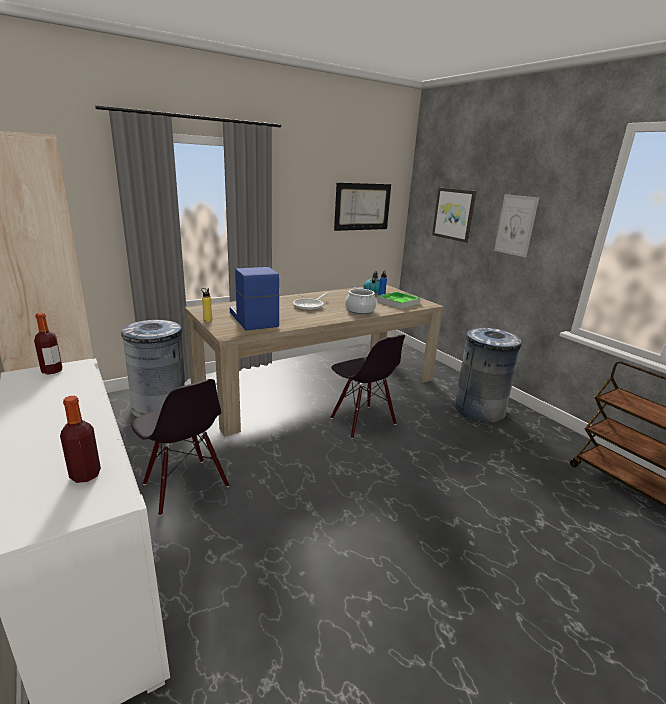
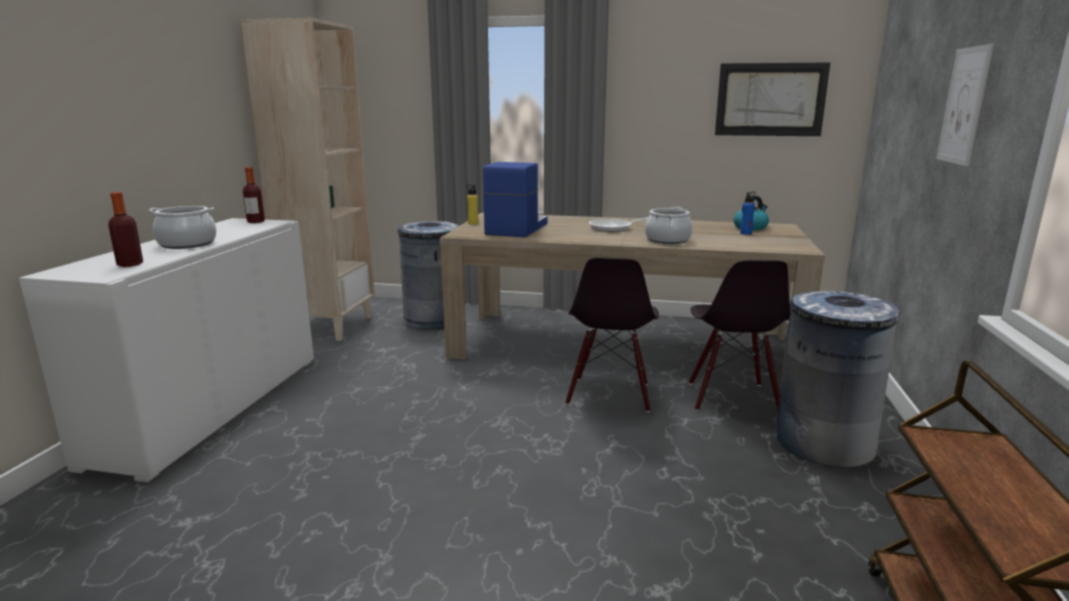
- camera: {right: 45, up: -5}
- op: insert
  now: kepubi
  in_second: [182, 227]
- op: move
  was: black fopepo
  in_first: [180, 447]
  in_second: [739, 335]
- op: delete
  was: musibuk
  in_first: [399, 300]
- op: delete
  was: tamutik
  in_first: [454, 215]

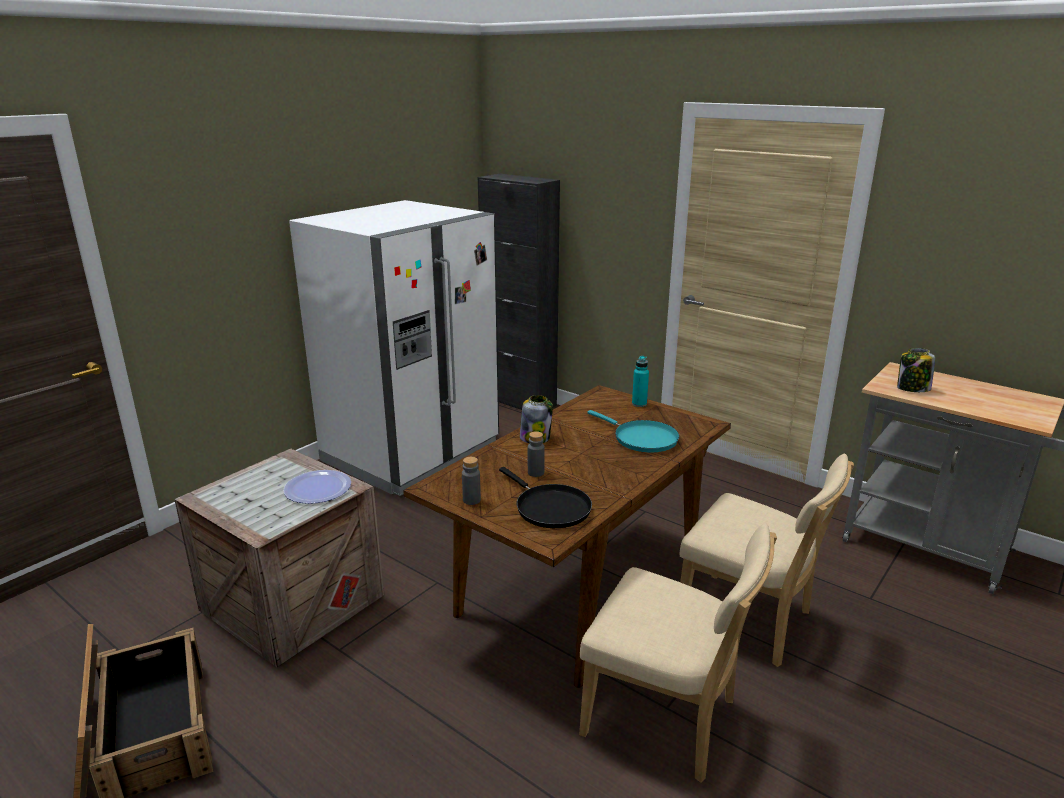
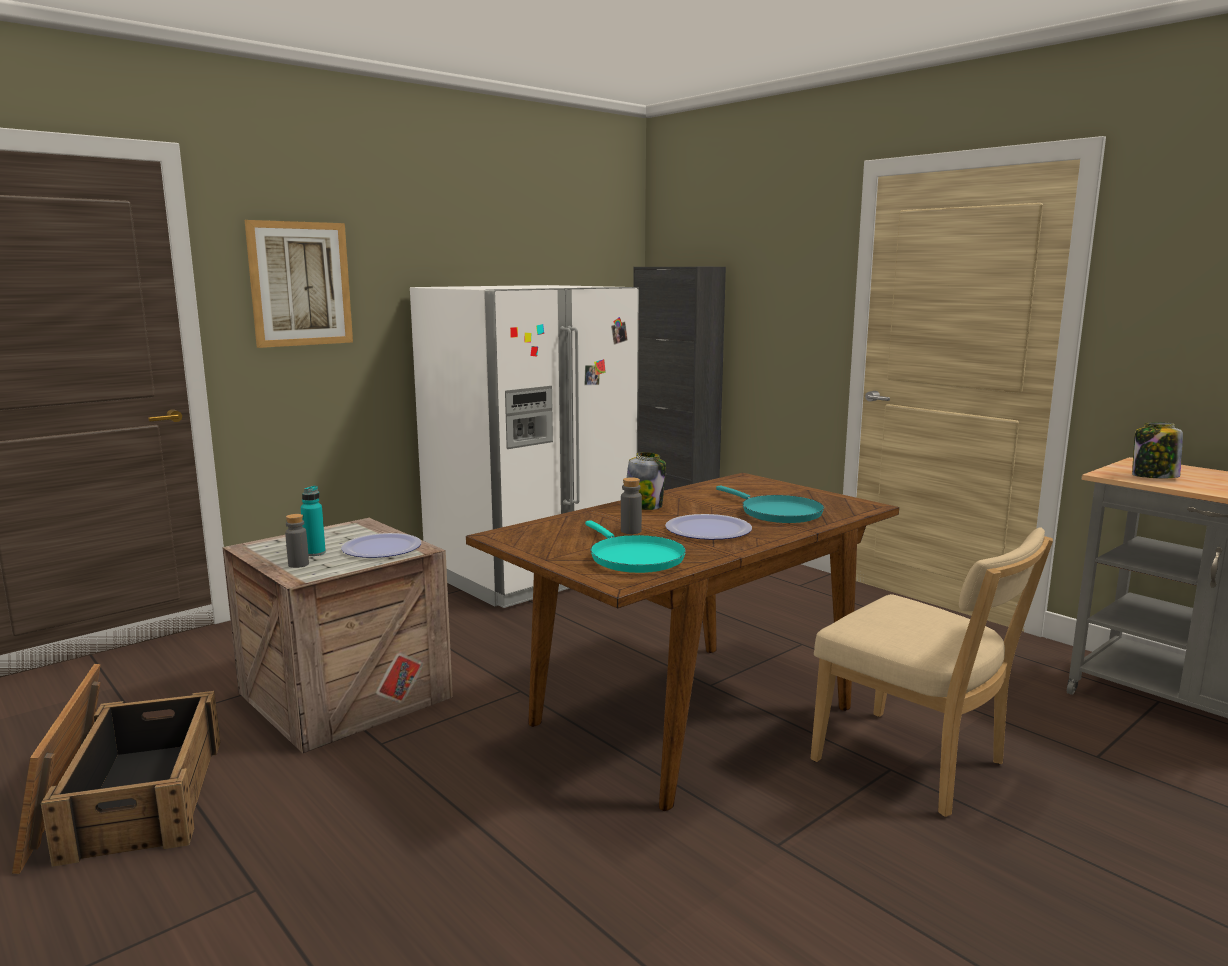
- camera: {right: 10, up: -10}
- op: insert
  now: tamutik
  in_second: [299, 284]
- op: move
  was: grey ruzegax
  in_first: [471, 481]
  in_second: [297, 541]
- op: move
  was: turquoise ruzegax
  in_first: [640, 381]
  in_second: [313, 521]
- op: recolor
  was: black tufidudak
  now: turquoise tufidudak
  in_first: [545, 497]
  in_second: [635, 546]
- op: insert
  now: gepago
  in_second: [708, 527]
- op: delete
  was: beige fopepo
  in_first: [678, 653]

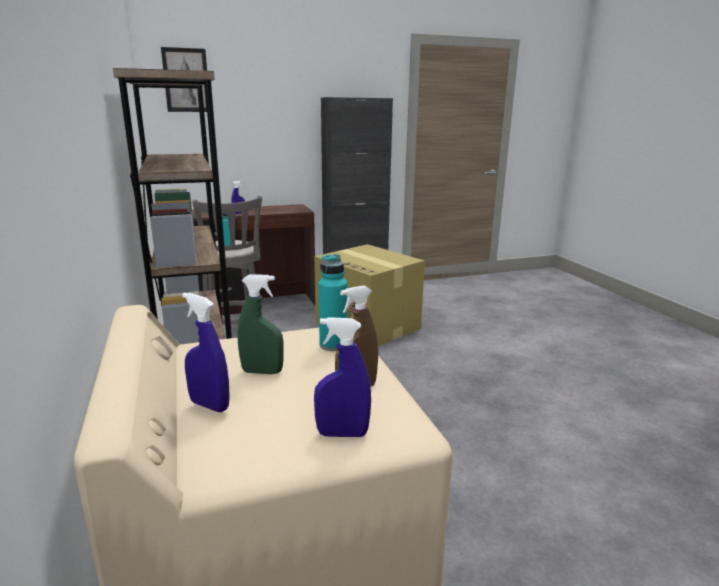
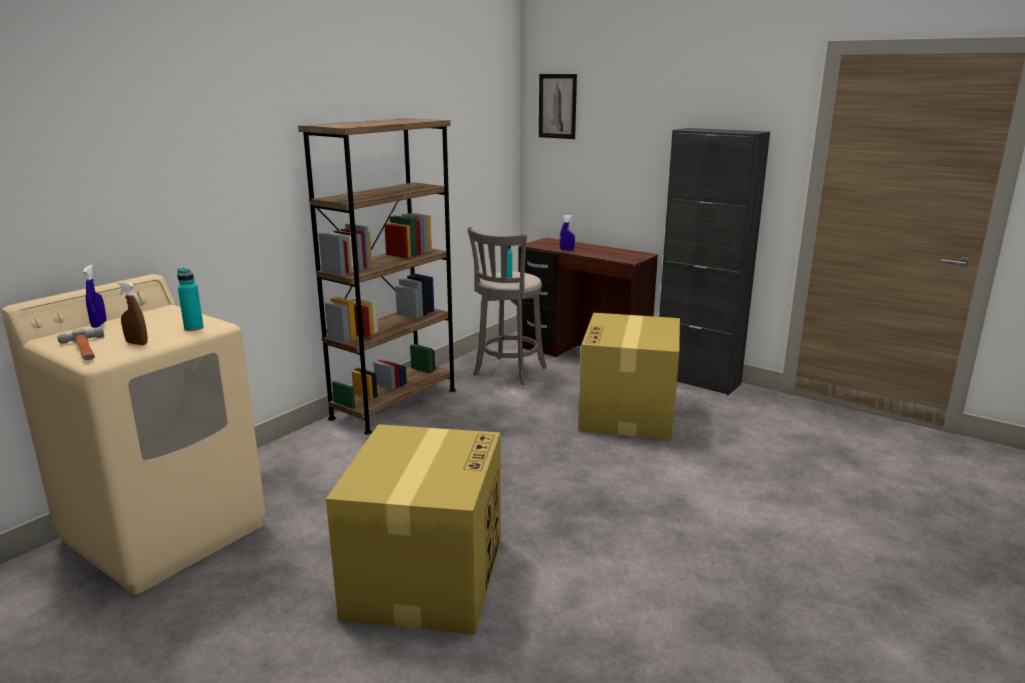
- camera: {right: 55, up: 0}
- op: replace
  was: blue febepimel
  now: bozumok
  in_first: [342, 377]
  in_second: [81, 343]
- op: insert
  now: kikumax
  in_second: [413, 529]
- op: delete
  was: green febepimel
  in_first: [261, 324]

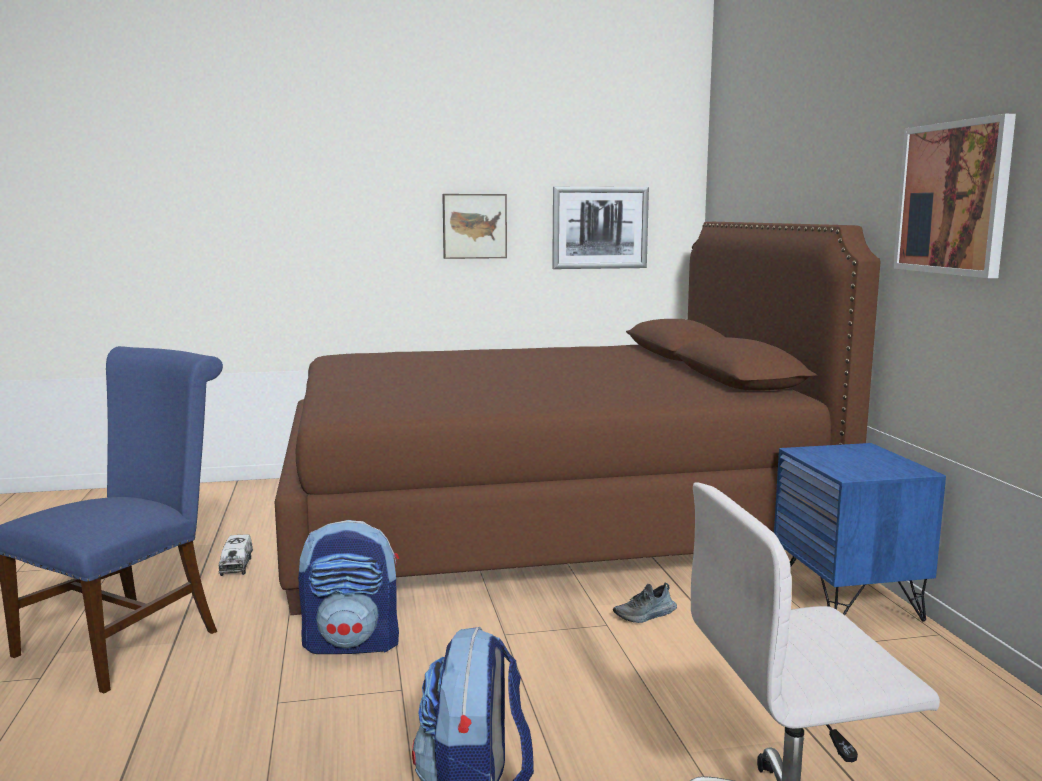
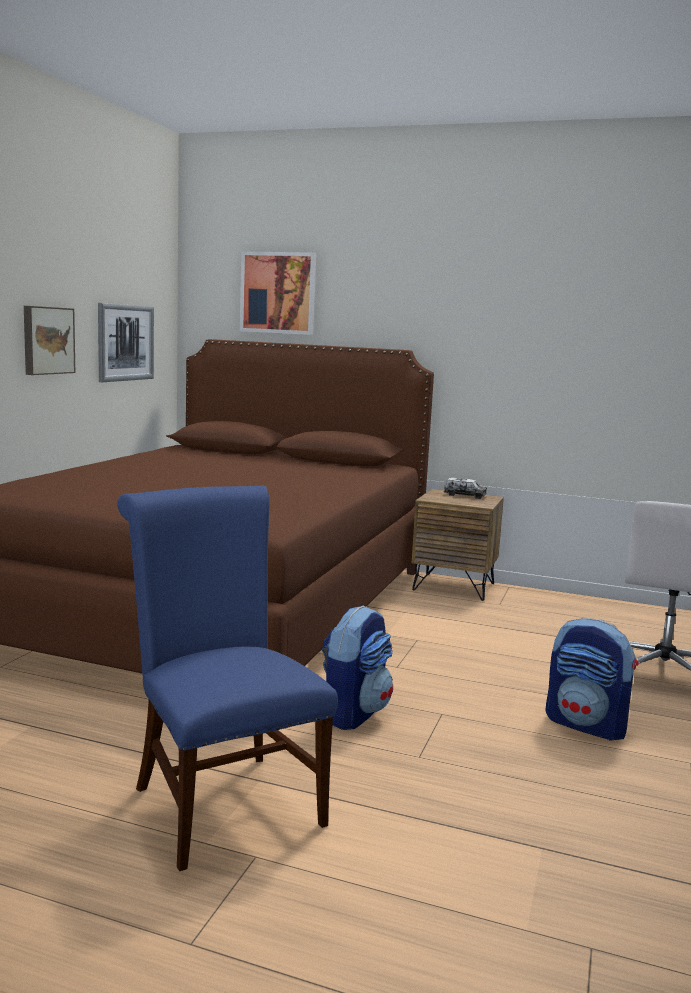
- camera: {right: -60, up: 0}
- op: move
  was: tamutik
  in_first: [954, 196]
  in_second: [278, 293]
- op: recolor
  was: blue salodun
  now: brown salodun
  in_first: [860, 532]
  in_second: [458, 545]
- op: move
  was: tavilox
  in_first: [235, 555]
  in_second: [465, 488]
- op: delete
  was: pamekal
  in_first: [645, 602]

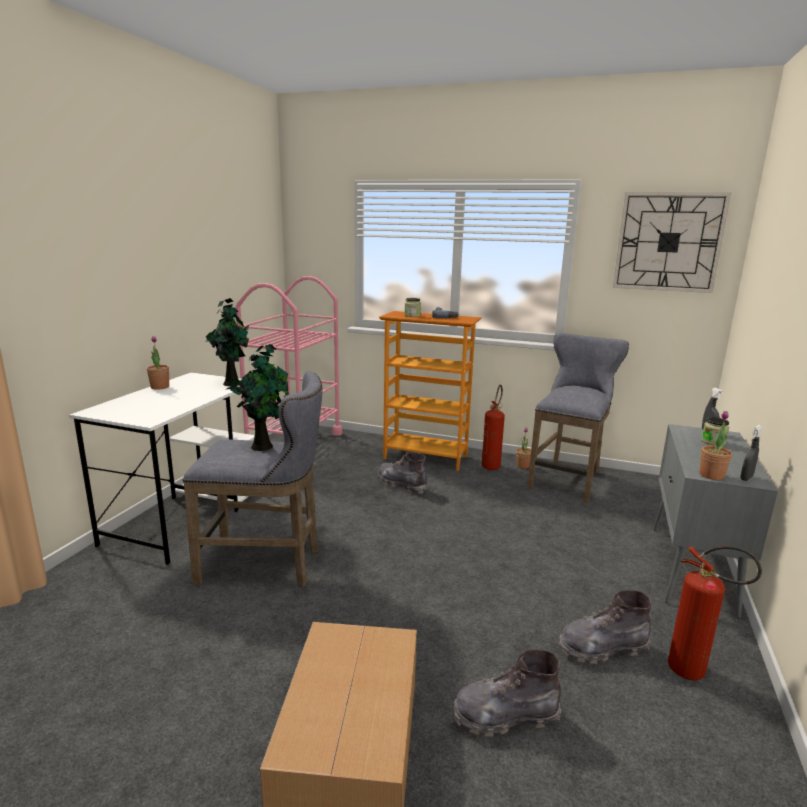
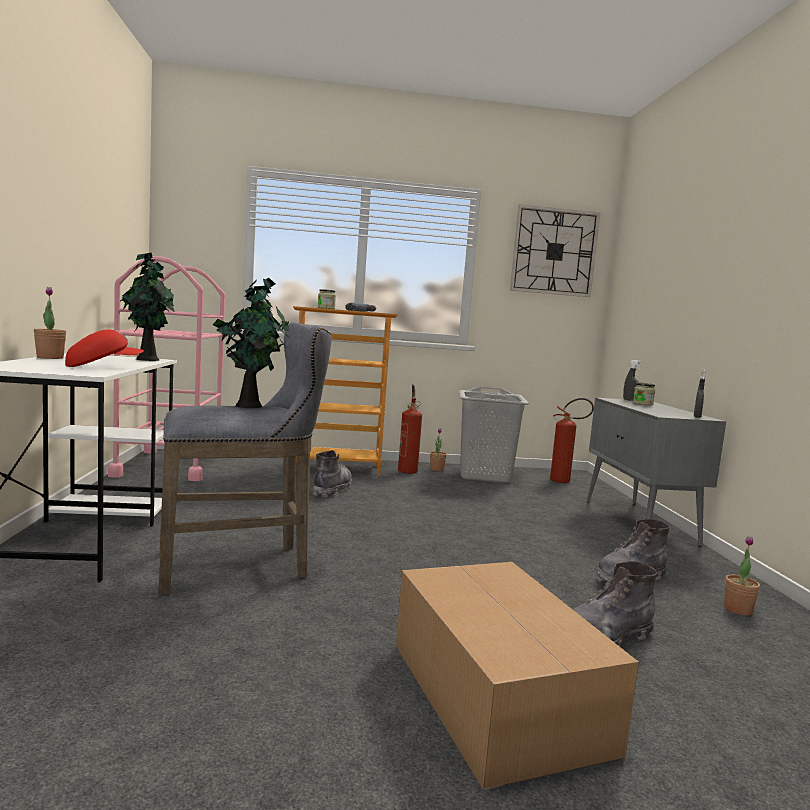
- camera: {right: -25, up: -10}
- op: insert
  now: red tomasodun
  in_second: [104, 348]
- op: rotate
  was: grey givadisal
  in_first: [403, 473]
  in_second: [332, 473]
  clockwise: 90
- op: replace
  was: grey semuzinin
  now: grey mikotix
  in_first: [578, 418]
  in_second: [494, 435]
- op: move
  was: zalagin
  in_first: [715, 613]
  in_second: [572, 440]
- op: move
  was: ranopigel
  in_first: [716, 445]
  in_second: [742, 575]

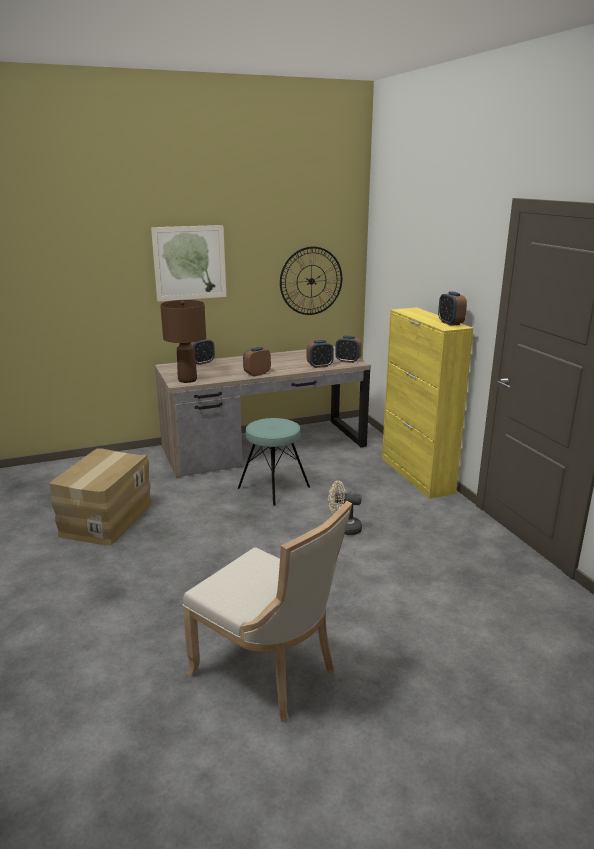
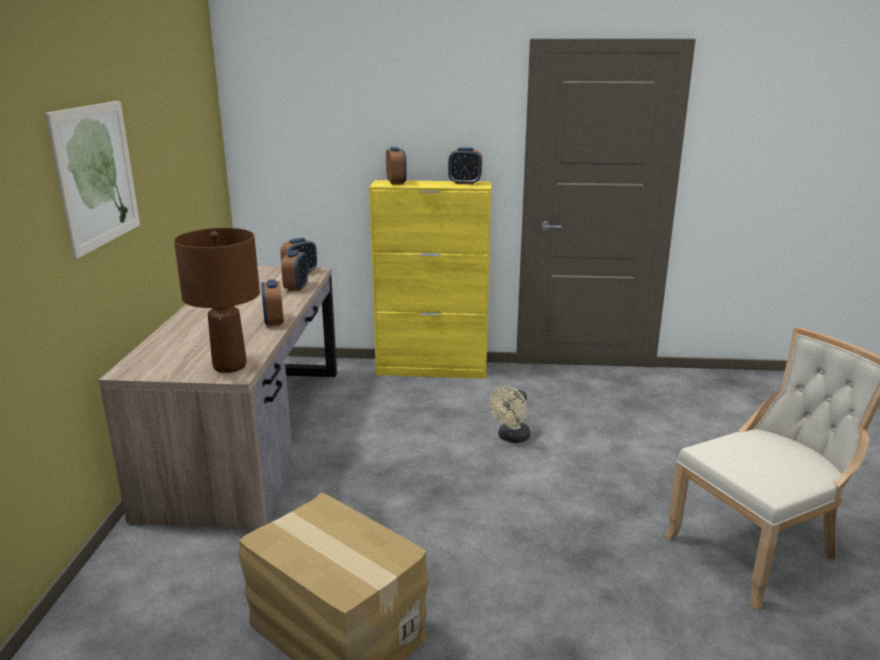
- camera: {right: -65, up: 0}
- op: move
  was: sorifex
  in_first: [203, 351]
  in_second: [396, 166]
- op: delete
  was: turquoise semuzinin
  in_first: [273, 462]
- op: delete
  was: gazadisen
  in_first: [311, 281]

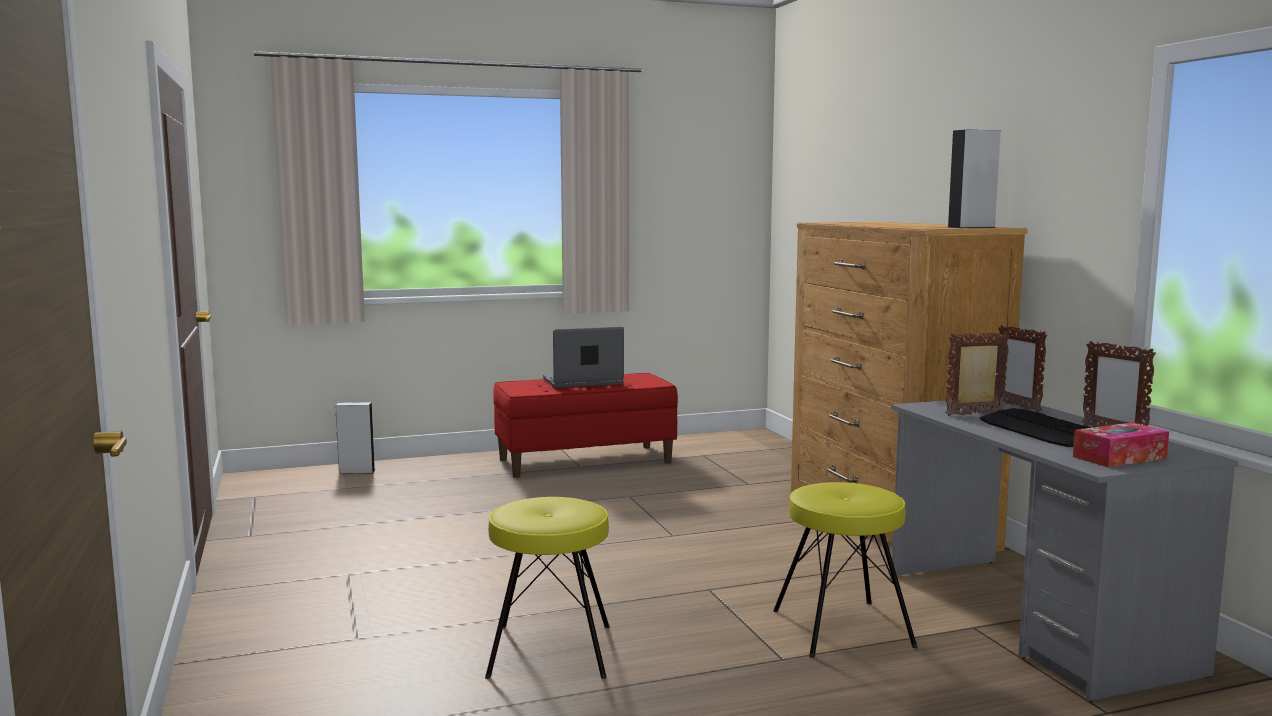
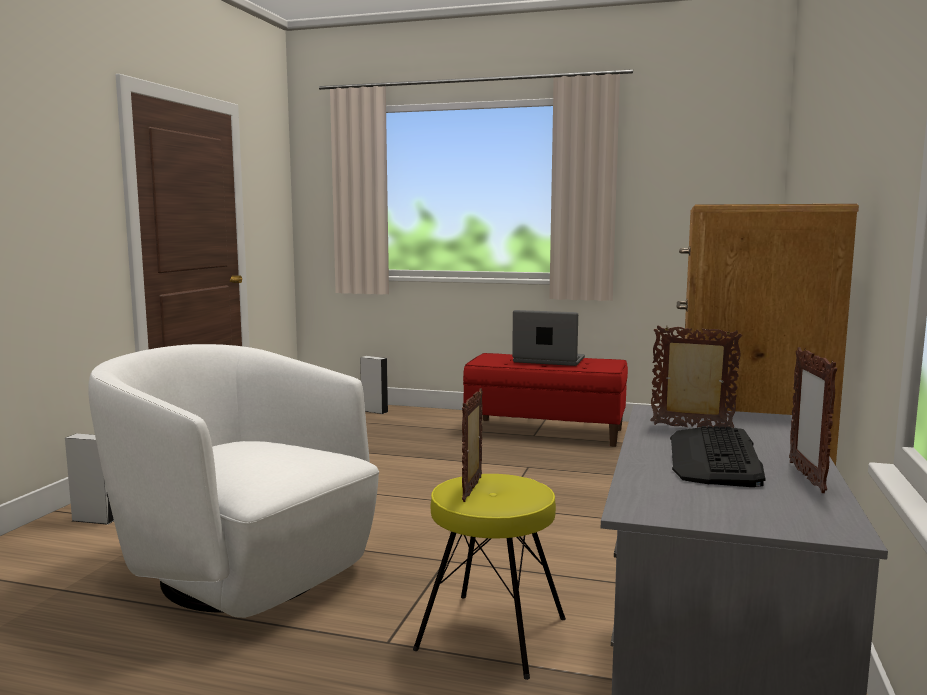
- camera: {right: 35, up: 0}
- op: move
  was: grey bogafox
  in_first: [974, 178]
  in_second: [89, 479]
- op: replace
  was: yellow semuzinin
  now: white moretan
  in_first: [547, 588]
  in_second: [233, 481]
- op: move
  was: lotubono
  in_first: [1022, 368]
  in_second: [472, 445]
- op: delete
  was: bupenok
  in_first: [1121, 444]

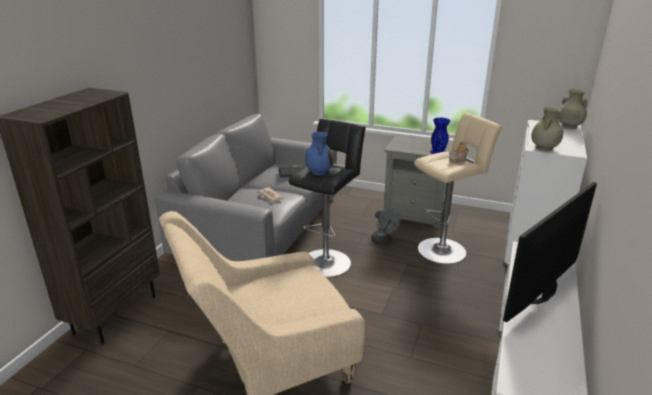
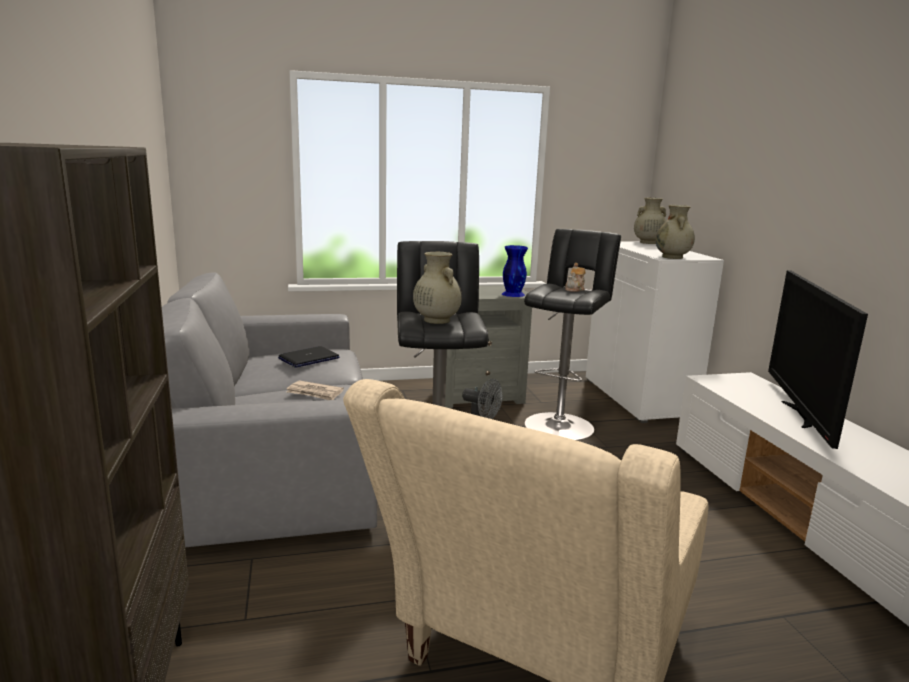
- camera: {right: -35, up: -10}
- op: recolor
  was: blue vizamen
  now: beige vizamen
  in_first: [319, 153]
  in_second: [437, 288]
- op: recolor
  was: beige semuzinin
  now: black semuzinin
  in_first: [458, 188]
  in_second: [572, 335]

